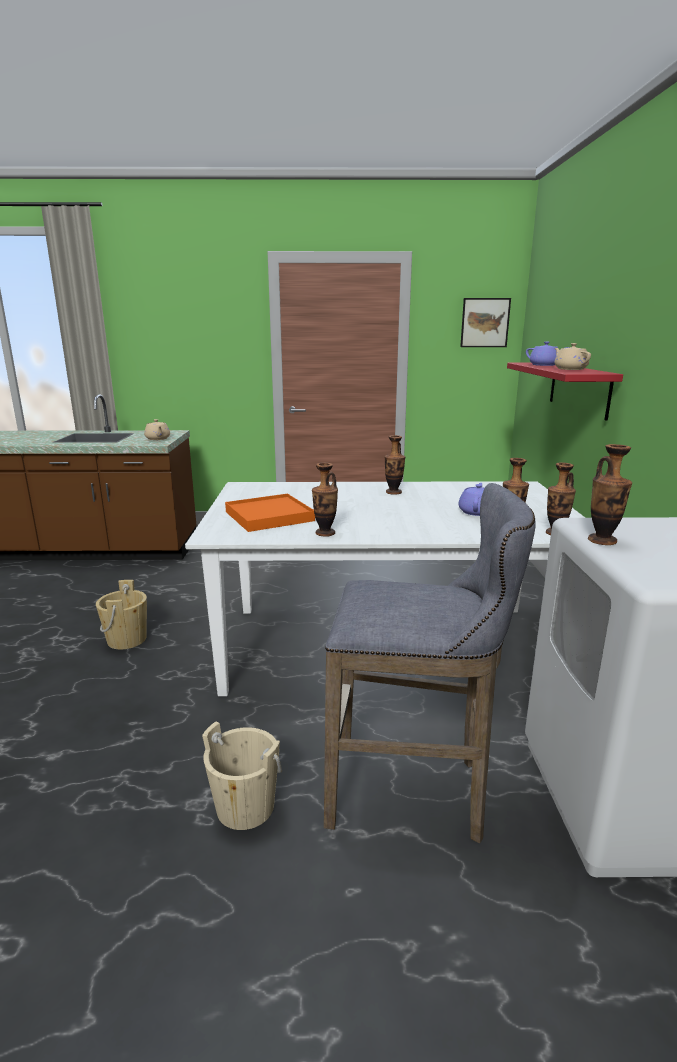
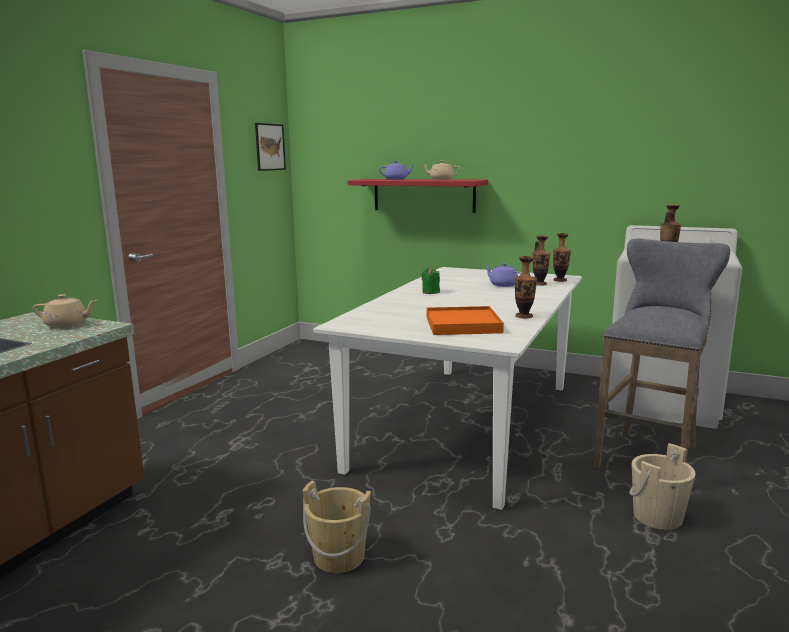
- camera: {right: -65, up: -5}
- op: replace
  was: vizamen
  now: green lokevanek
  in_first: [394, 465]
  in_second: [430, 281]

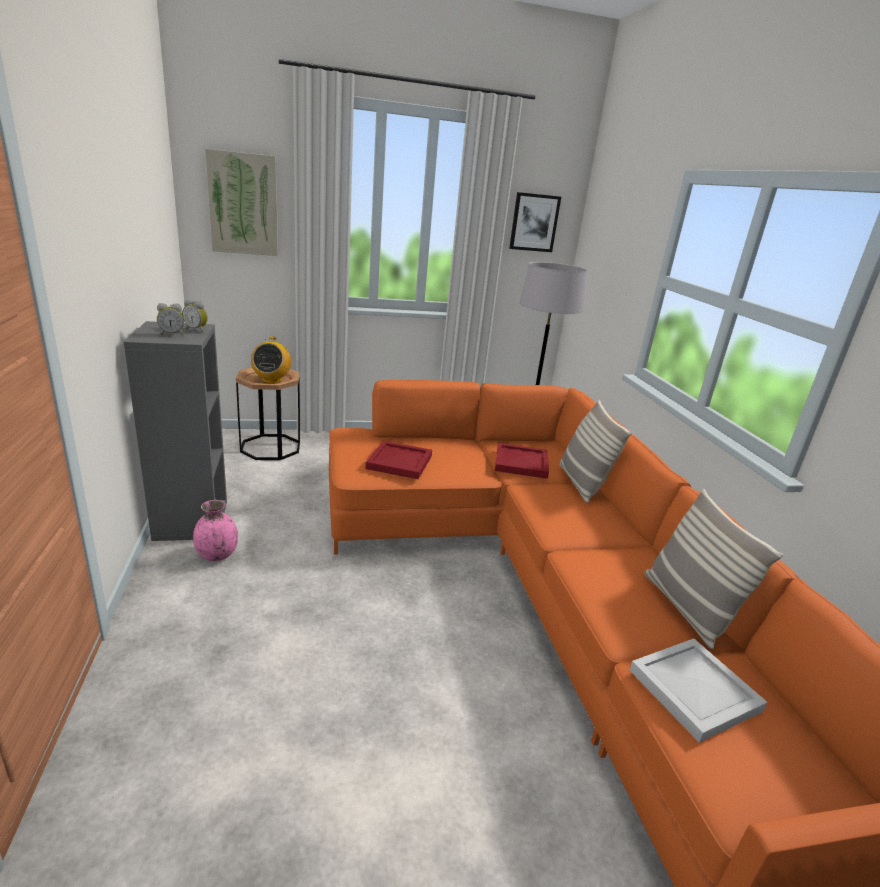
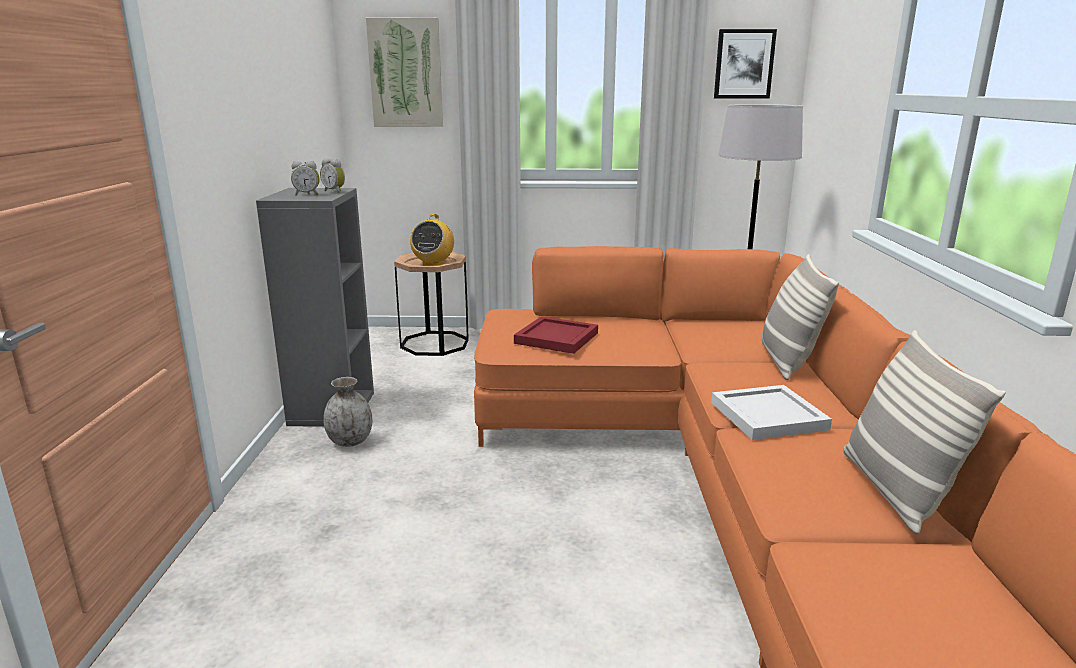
- camera: {right: 15, up: -5}
- op: recolor
  was: pink vizamen
  now: grey vizamen
  in_first: [215, 530]
  in_second: [347, 412]
- op: move
  was: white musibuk
  in_first: [699, 691]
  in_second: [771, 412]
- op: delete
  was: red musibuk
  in_first: [522, 461]

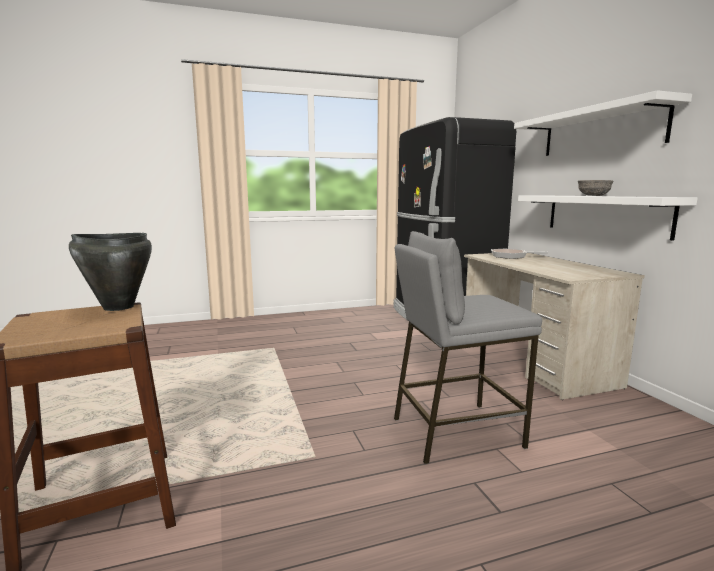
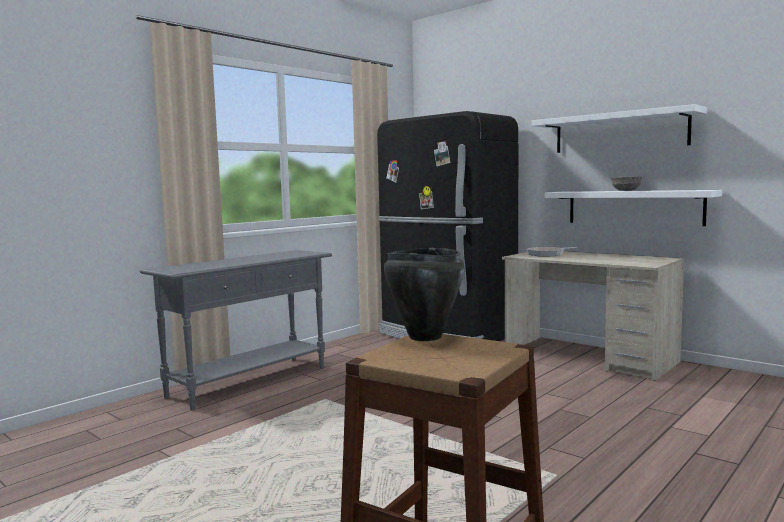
- camera: {right: -30, up: -5}
- op: insert
  now: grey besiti
  in_second: [236, 330]
- op: delete
  was: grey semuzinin
  in_first: [468, 347]

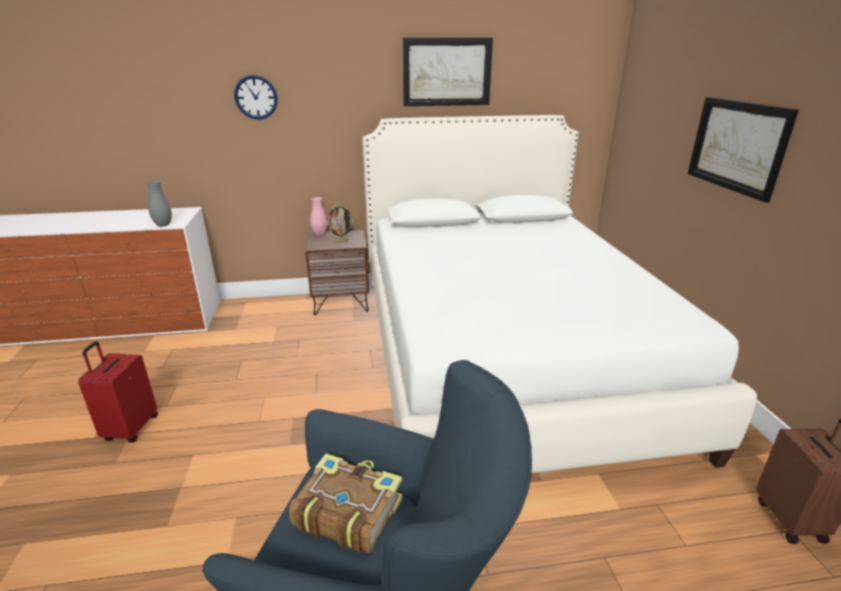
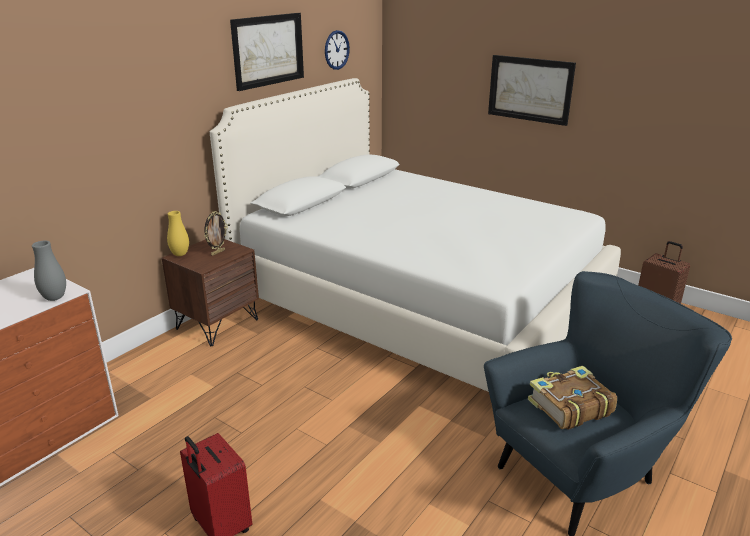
- camera: {right: -45, up: 0}
- op: recolor
  was: pink vizamen
  now: yellow vizamen
  in_first: [319, 216]
  in_second: [178, 233]
- op: move
  was: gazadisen
  in_first: [256, 97]
  in_second: [337, 50]

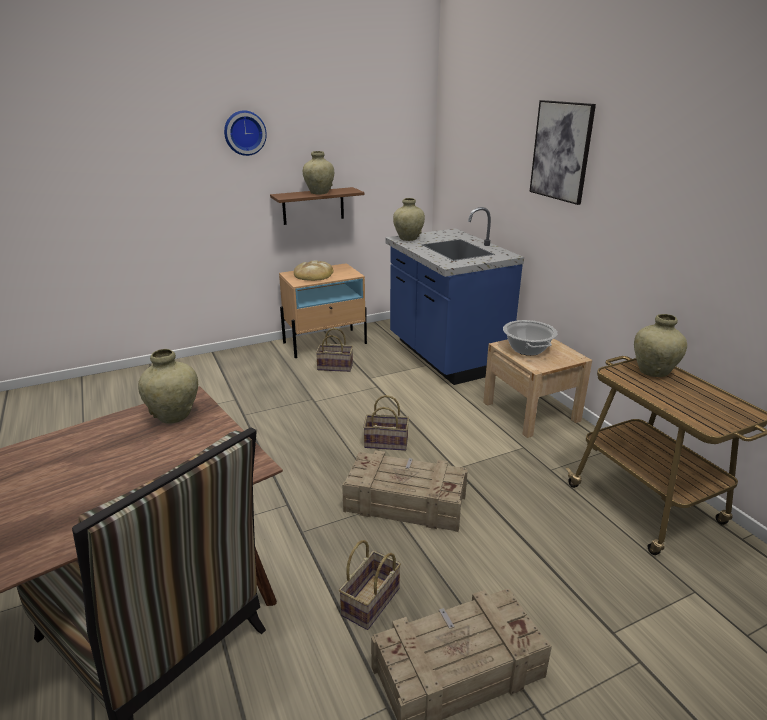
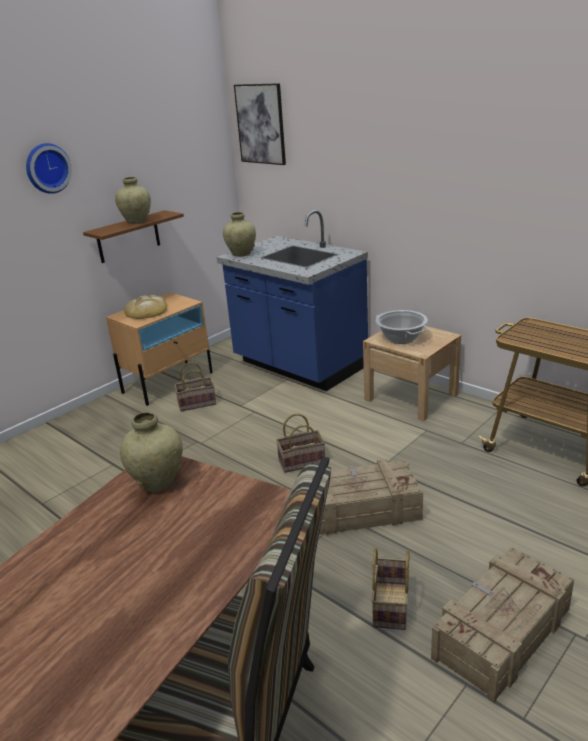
- camera: {right: -20, up: 0}
- op: move
  was: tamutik
  in_first: [562, 152]
  in_second: [260, 124]
- op: delete
  was: beige vizamen
  in_first: [660, 345]

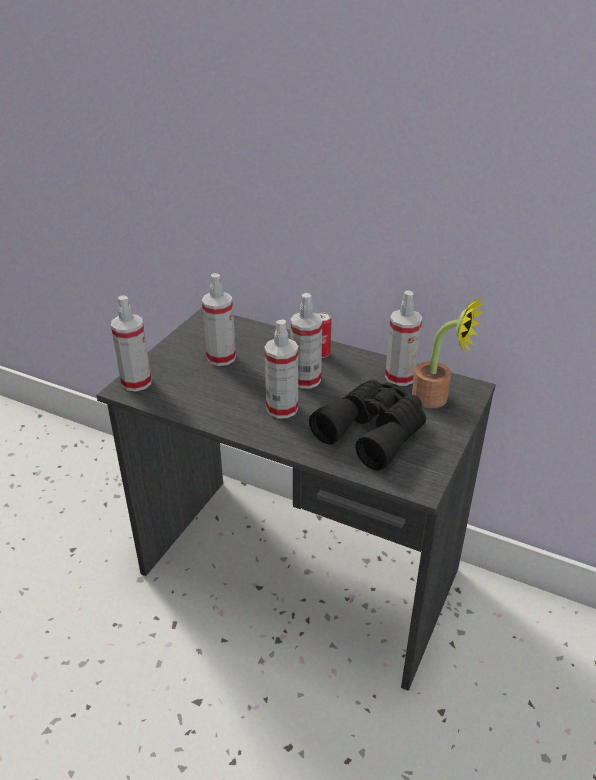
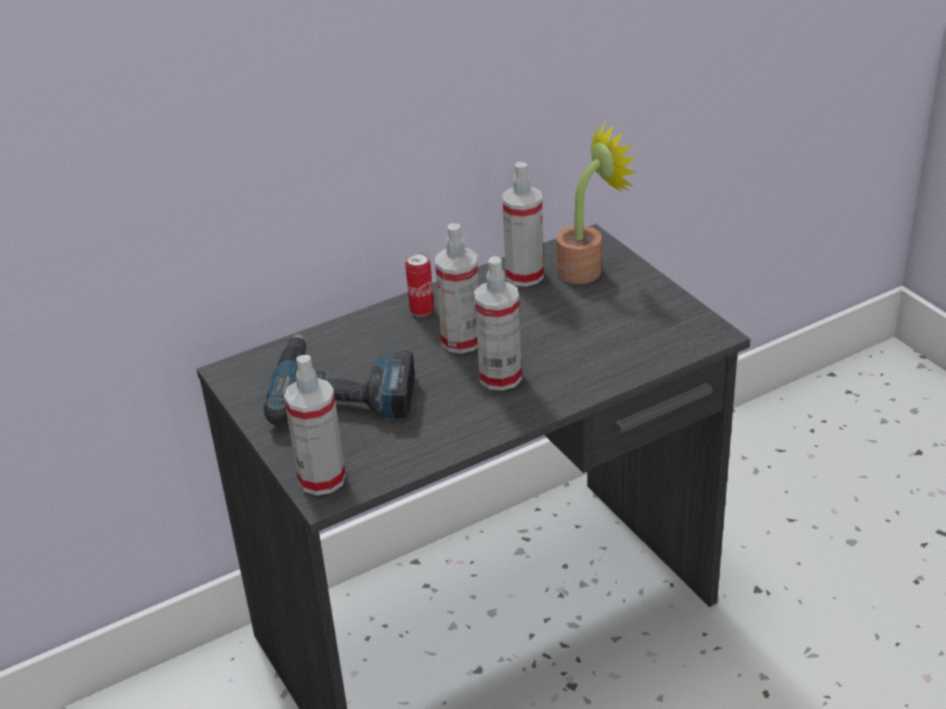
- camera: {right: -55, up: 0}
- op: replace
  was: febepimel
  now: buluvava
  in_first: [219, 319]
  in_second: [339, 379]
- op: delete
  was: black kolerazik
  in_first: [367, 425]

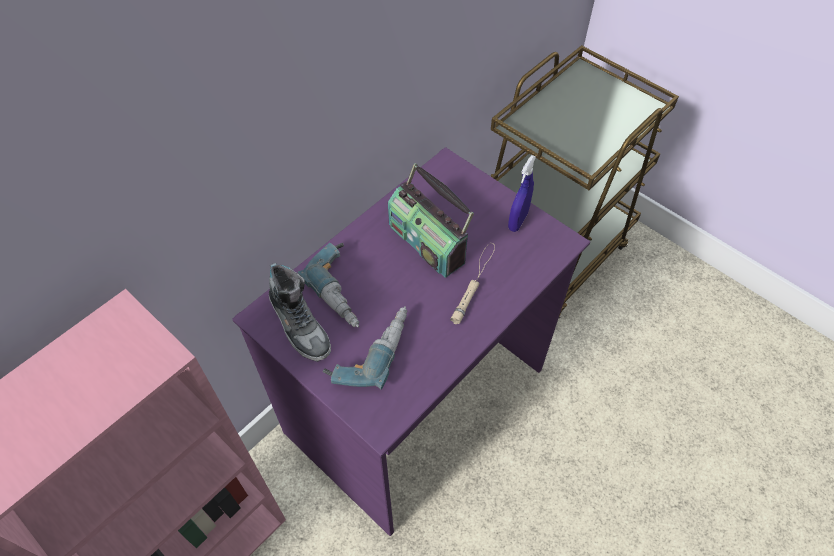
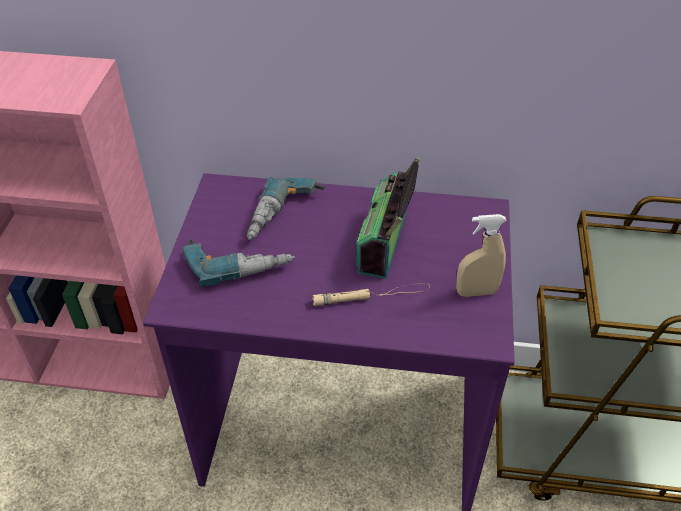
- camera: {right: 55, up: -10}
- op: recolor
  was: blue febepimel
  now: beige febepimel
  in_first: [522, 193]
  in_second: [481, 255]
- op: delete
  was: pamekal
  in_first: [300, 312]

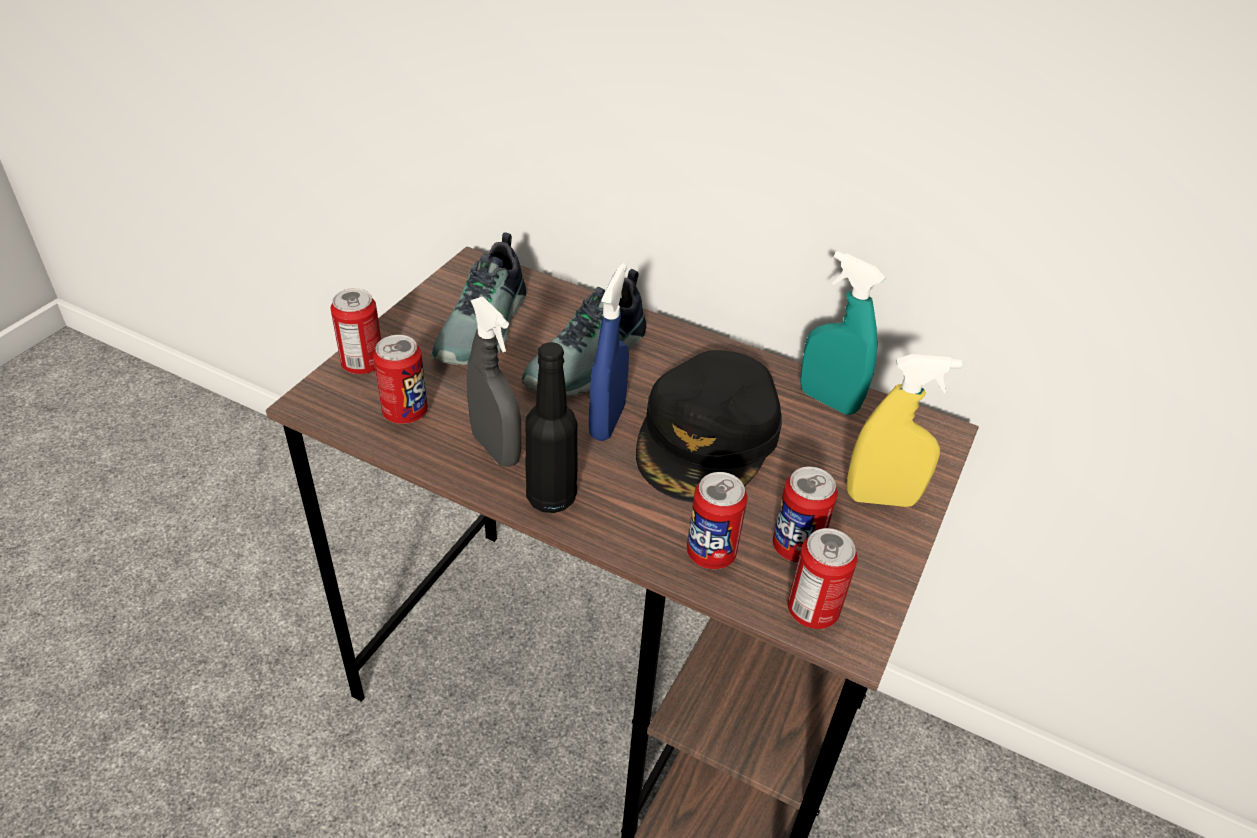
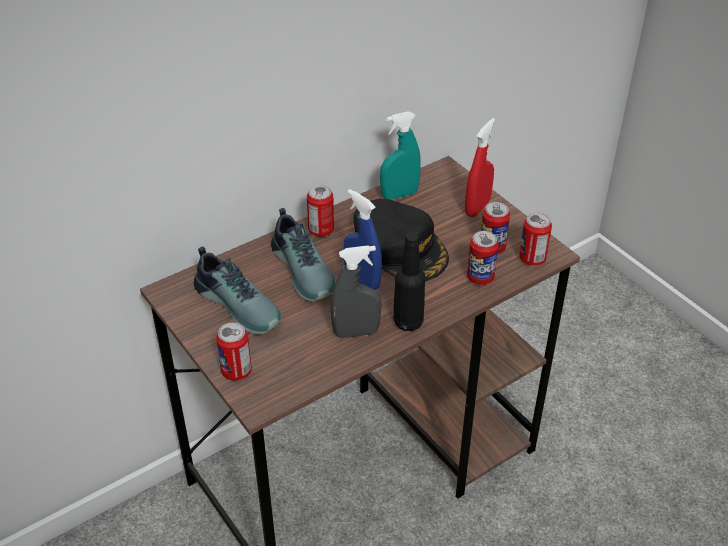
- camera: {right: -60, up: 0}
- op: move
  was: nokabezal
  in_first: [400, 379]
  in_second: [320, 211]
- op: recolor
  was: yellow febepimel
  now: red febepimel
  in_first: [904, 430]
  in_second: [480, 167]

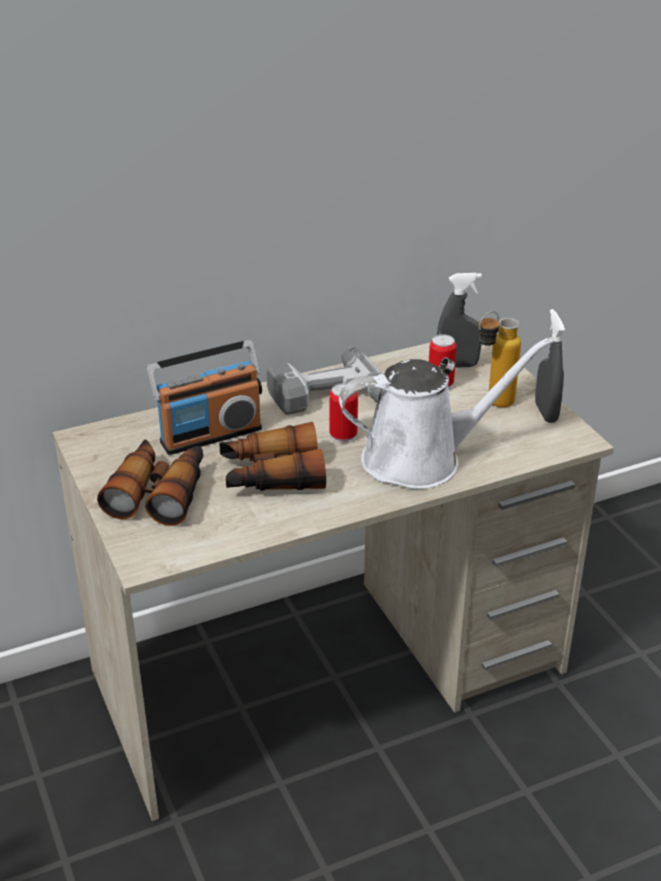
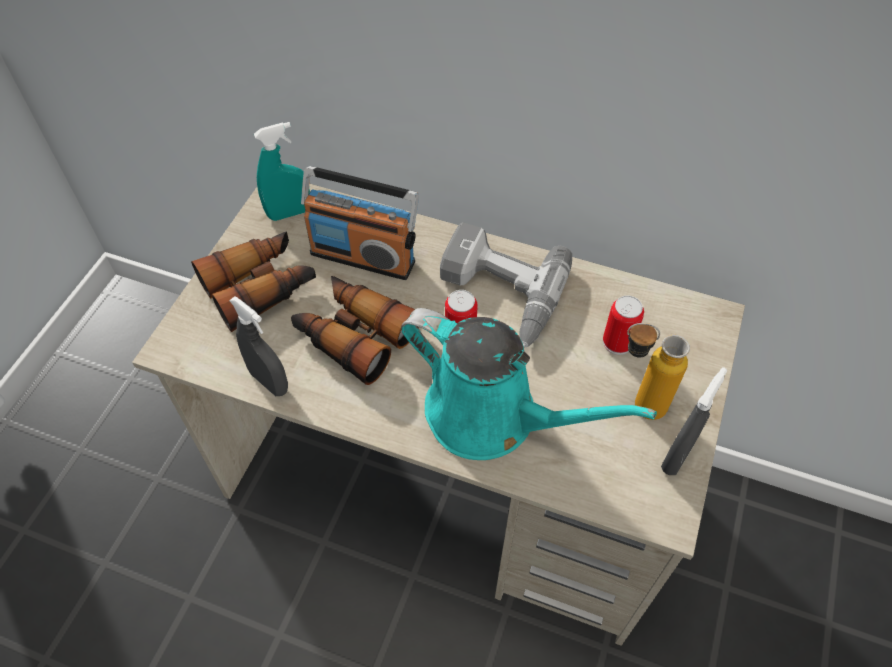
- camera: {right: 45, up: 20}
- op: move
  was: grey febepimel
  in_first: [459, 320]
  in_second: [258, 346]
- op: insert
  now: turquoise febepimel
  in_second: [282, 171]
- op: recolor
  was: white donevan
  now: turquoise donevan
  in_first: [446, 413]
  in_second: [529, 384]

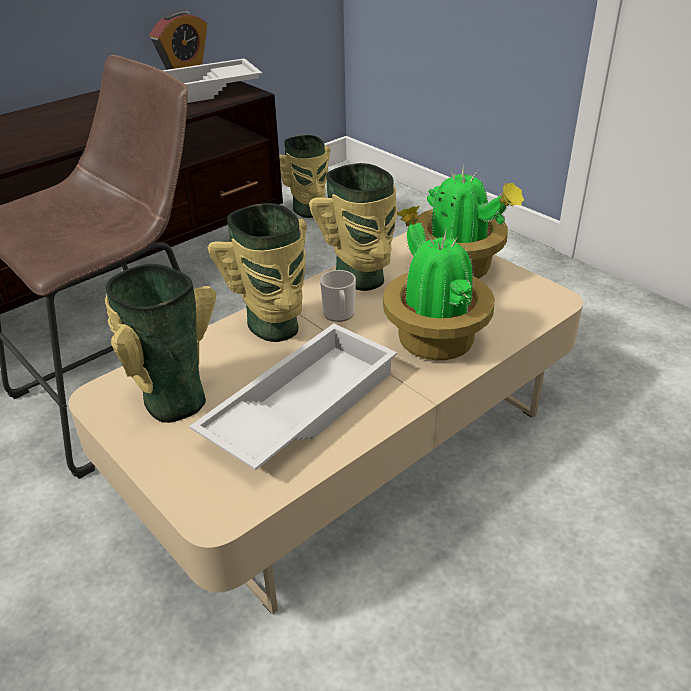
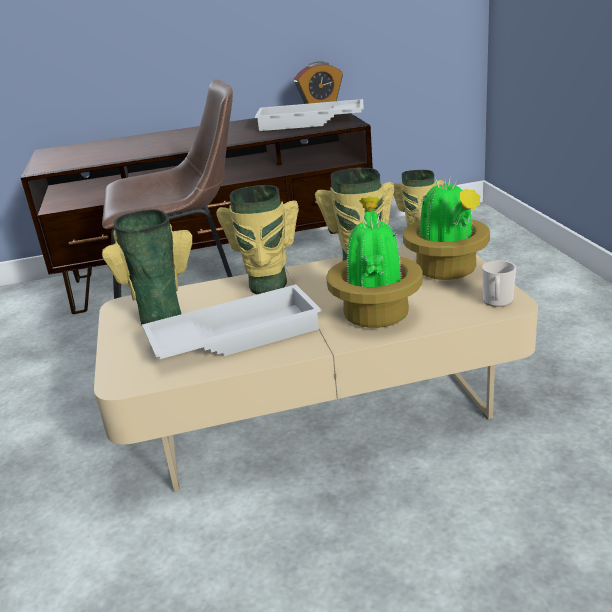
- camera: {right: 30, up: -10}
- op: move
  was: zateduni
  in_first: [338, 296]
  in_second: [499, 283]

